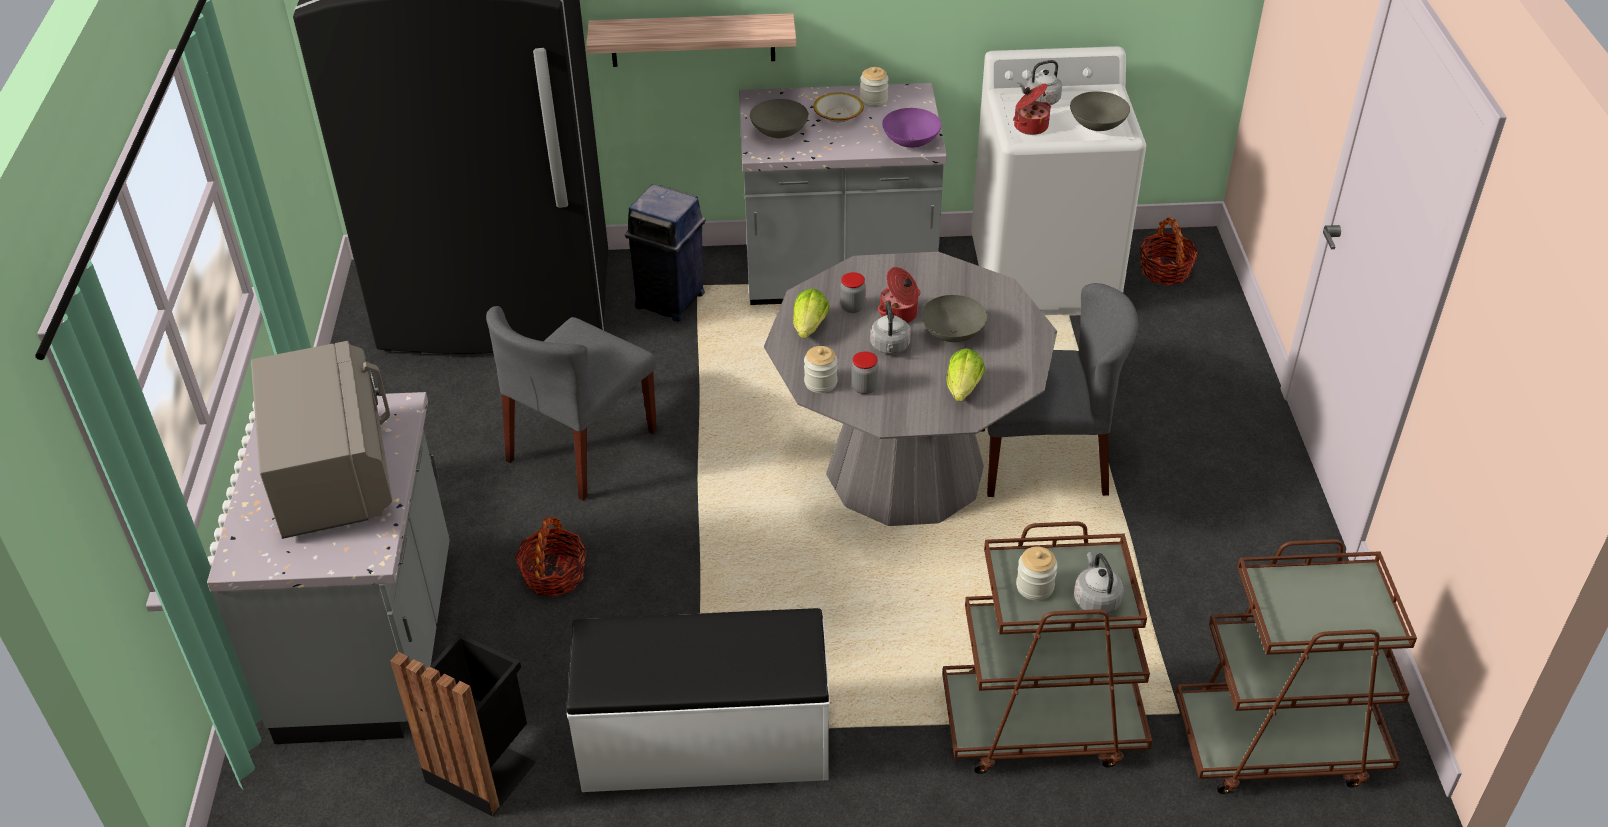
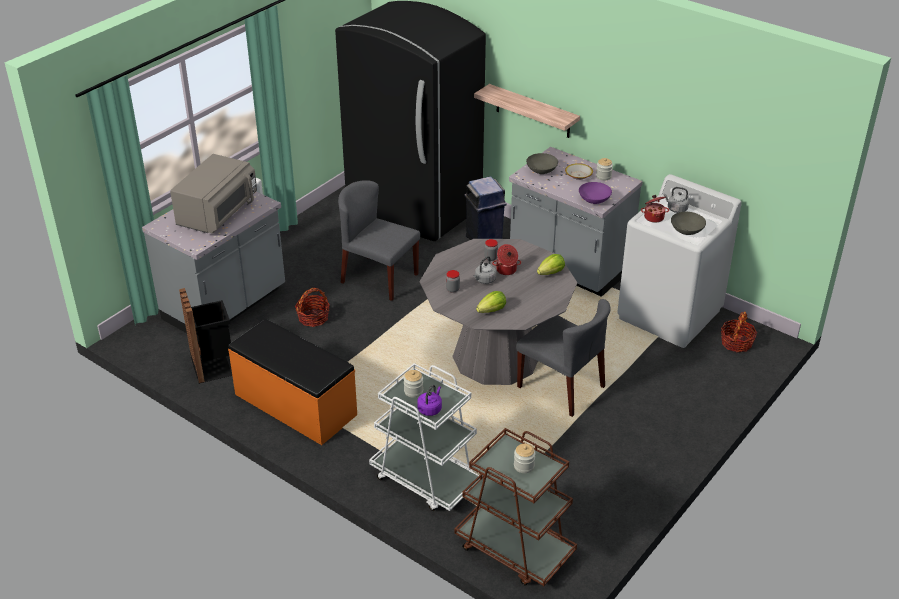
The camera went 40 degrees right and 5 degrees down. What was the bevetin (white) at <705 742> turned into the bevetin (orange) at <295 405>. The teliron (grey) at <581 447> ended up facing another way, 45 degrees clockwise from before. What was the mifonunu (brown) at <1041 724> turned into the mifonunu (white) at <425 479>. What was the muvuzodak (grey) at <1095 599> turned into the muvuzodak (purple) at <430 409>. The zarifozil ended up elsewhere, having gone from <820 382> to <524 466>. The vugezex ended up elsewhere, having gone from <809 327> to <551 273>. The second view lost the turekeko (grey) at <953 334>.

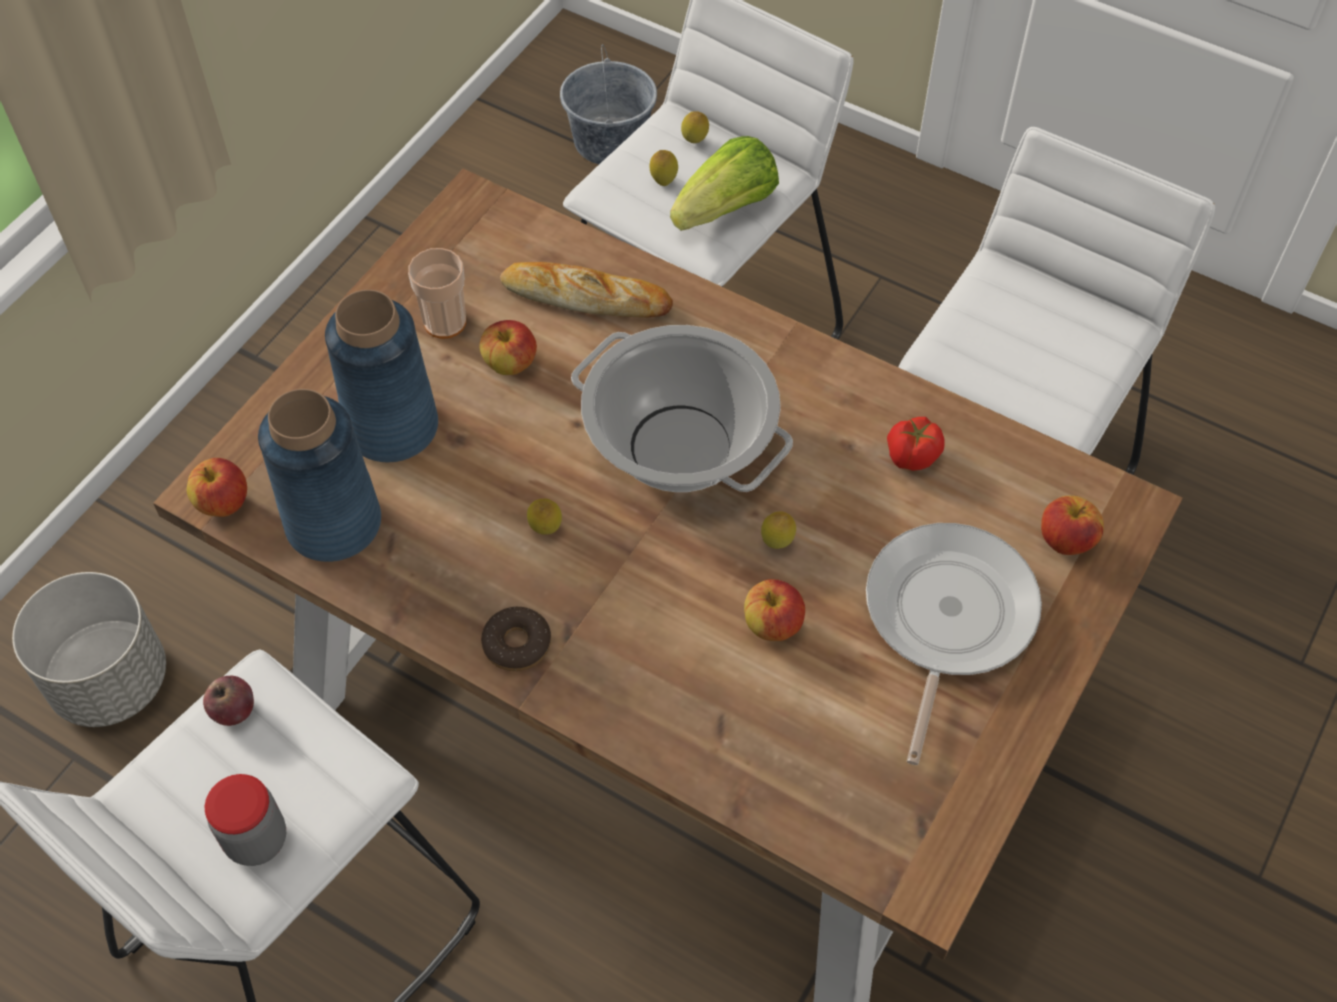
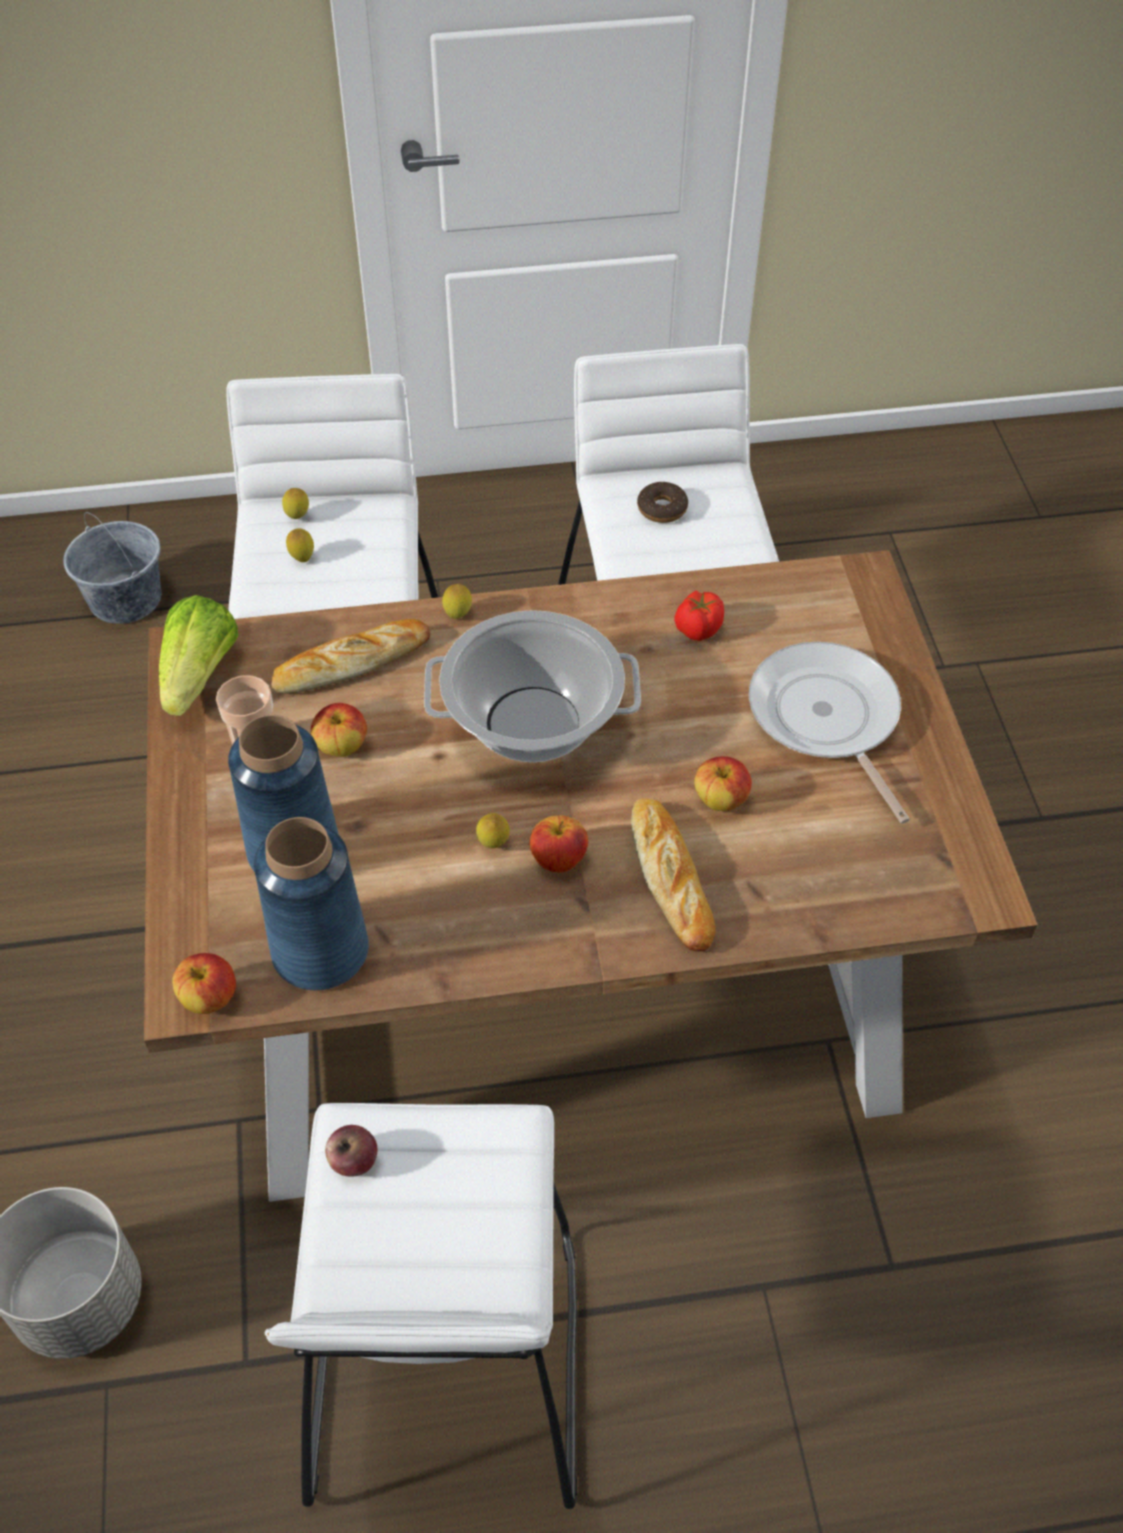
The camera went 40 degrees left and 5 degrees down. The vugezex ended up elsewhere, having gone from <726 209> to <200 676>. The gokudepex ended up elsewhere, having gone from <777 543> to <458 615>. The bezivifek ended up elsewhere, having gone from <1065 541> to <558 859>. The second view gained the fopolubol at <671 878>. The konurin ended up elsewhere, having gone from <517 644> to <662 508>. The second view lost the zarifozil at <256 839>.

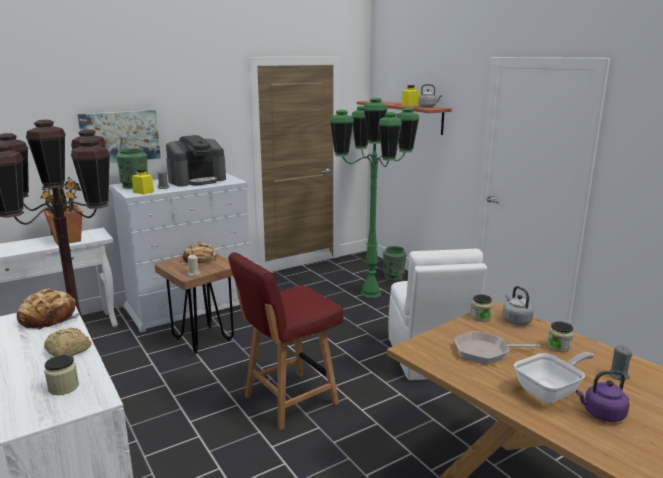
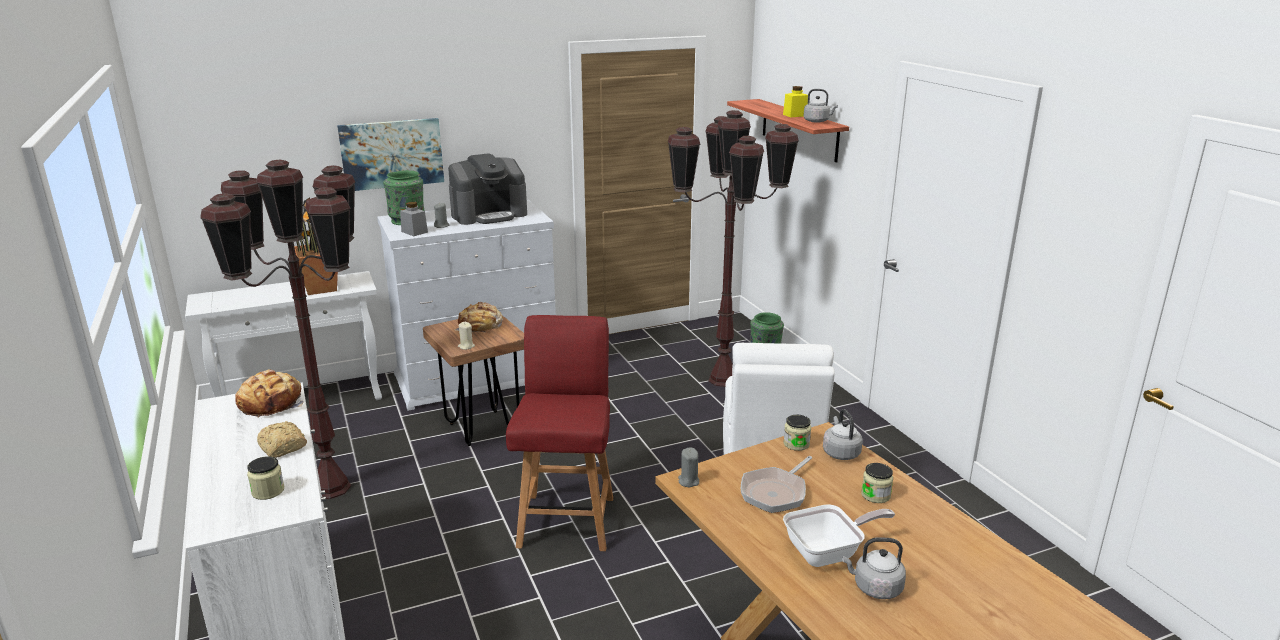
The camera went 10 degrees right and 5 degrees up. What was the zarifozil (yellow) at <143 192> turned into the zarifozil (grey) at <414 232>. The teliron (red) at <289 400> ended up facing another way, 120 degrees clockwise from before. What was the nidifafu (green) at <371 293> turned into the nidifafu (brown) at <723 379>. The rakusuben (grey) ended up elsewhere, having gone from <617 375> to <688 481>. The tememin at <485 352> ended up facing another way, 60 degrees counterclockwise from before. What was the muvuzodak (purple) at <601 414> turned into the muvuzodak (grey) at <875 588>.

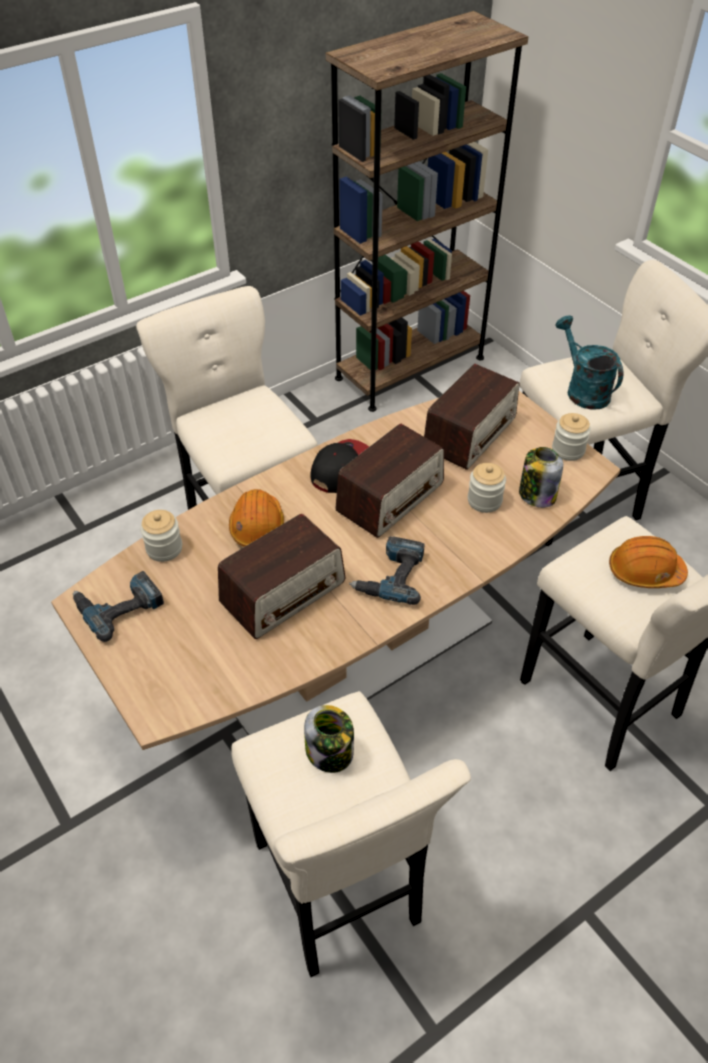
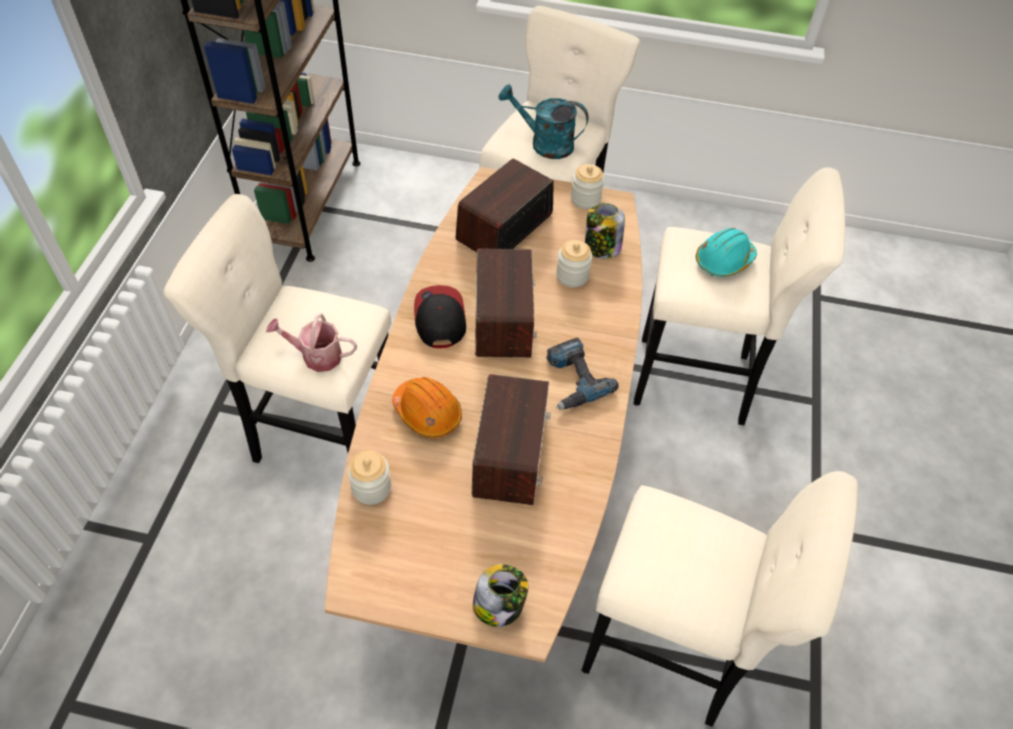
The camera went 45 degrees left and 5 degrees up. The second view gained the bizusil at <316 355>. The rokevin at <470 433> ended up facing another way, 135 degrees counterclockwise from before. The zarifozil ended up elsewhere, having gone from <330 752> to <499 605>. What was the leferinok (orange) at <644 571> turned into the leferinok (turquoise) at <724 260>. The second view lost the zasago at <119 606>.

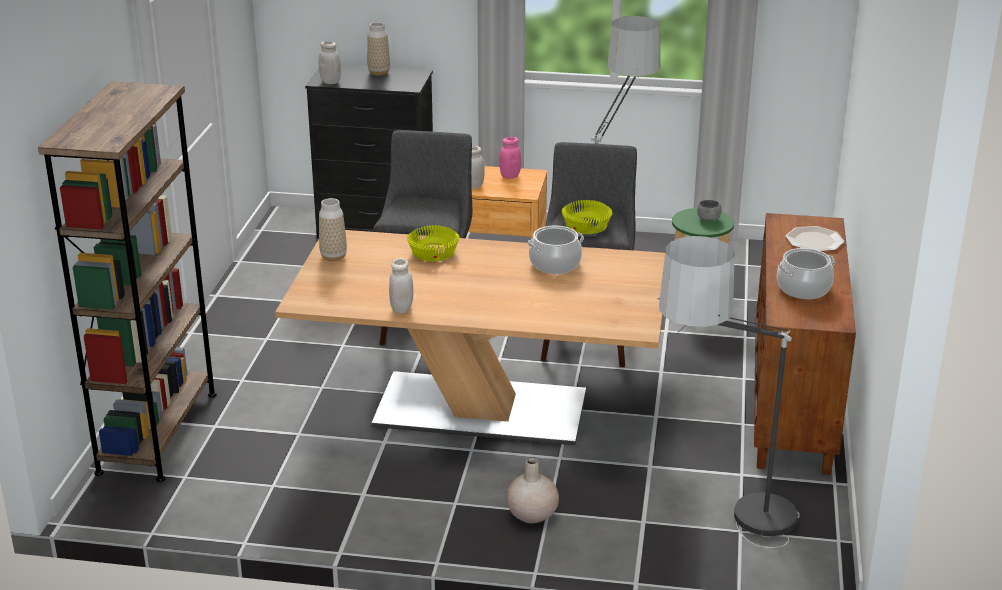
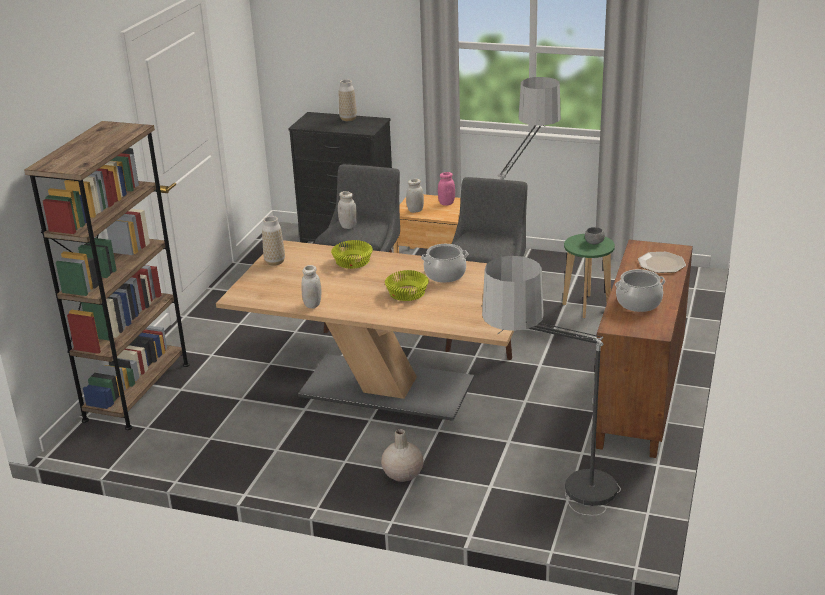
The camera went 10 degrees right and 0 degrees up. The zarifozil (white) ended up elsewhere, having gone from <330 82> to <348 226>. The turekeko (yellow) ended up elsewhere, having gone from <585 226> to <406 293>.

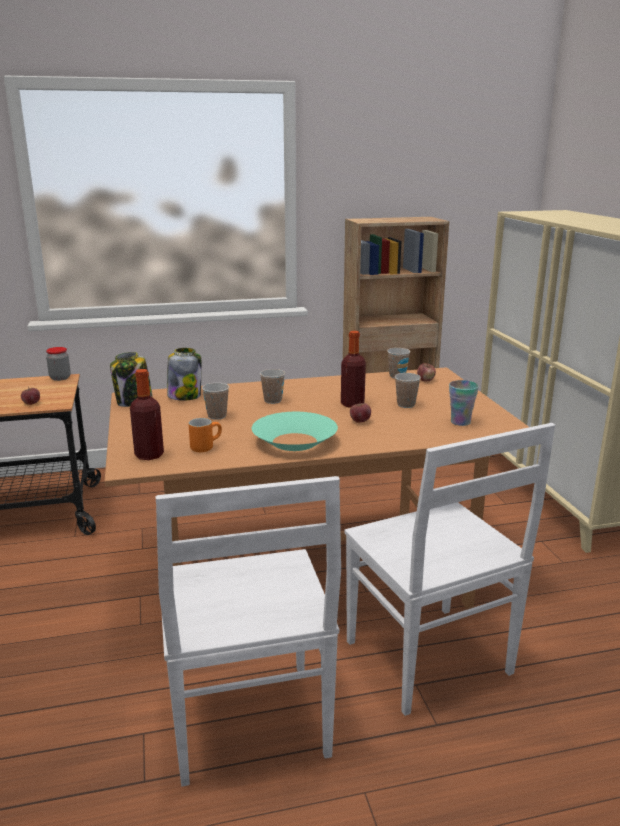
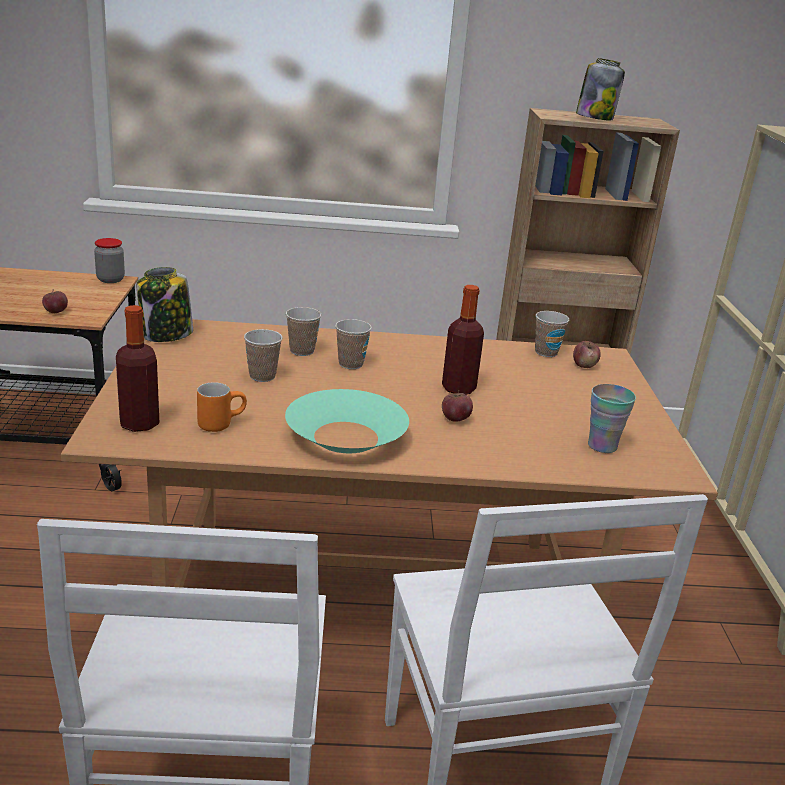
The camera went 10 degrees right and 5 degrees up. The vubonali ended up elsewhere, having gone from <406 405> to <302 351>. The zarifozil ended up elsewhere, having gone from <185 396> to <594 118>.

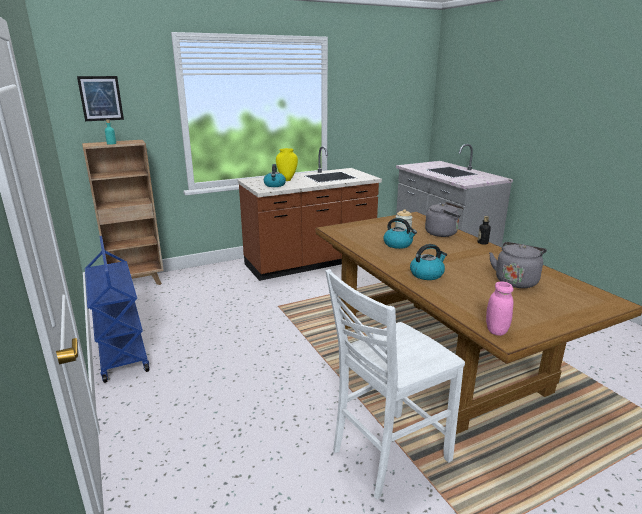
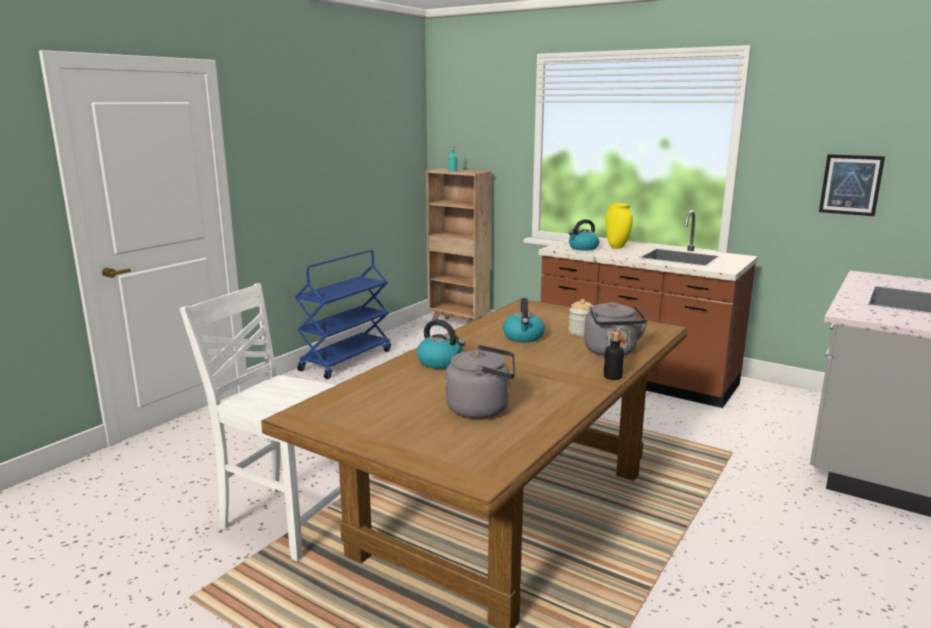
The camera went 60 degrees right and 5 degrees down. The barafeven ended up elsewhere, having gone from <101 98> to <851 185>. The second view lost the zarifozil (pink) at <496 330>.

